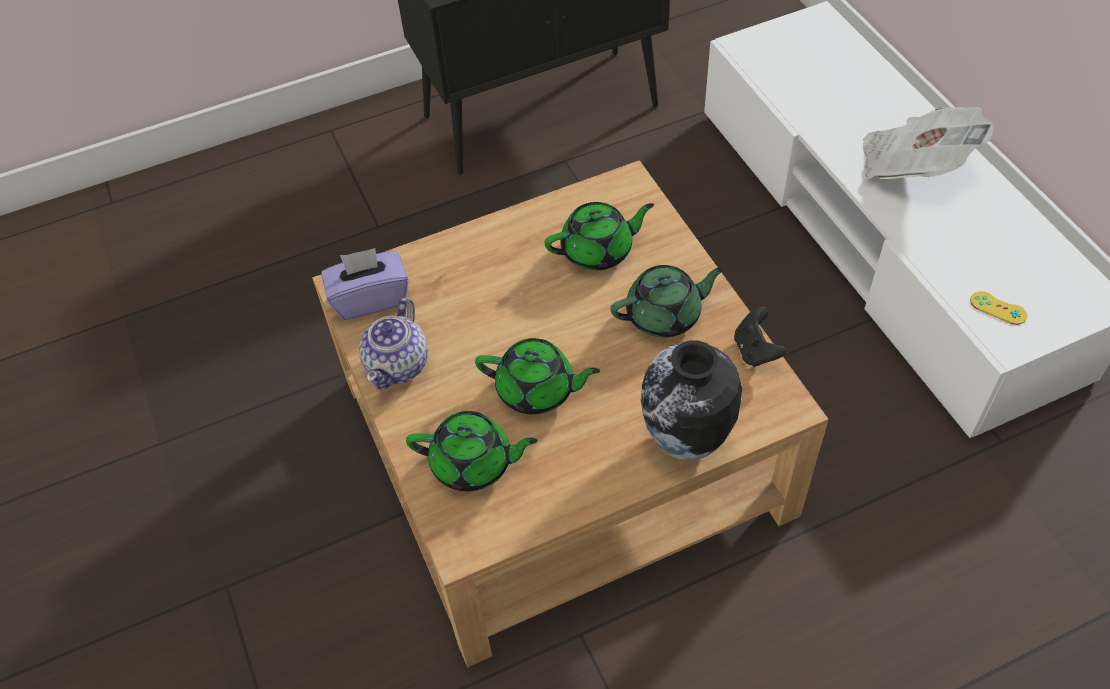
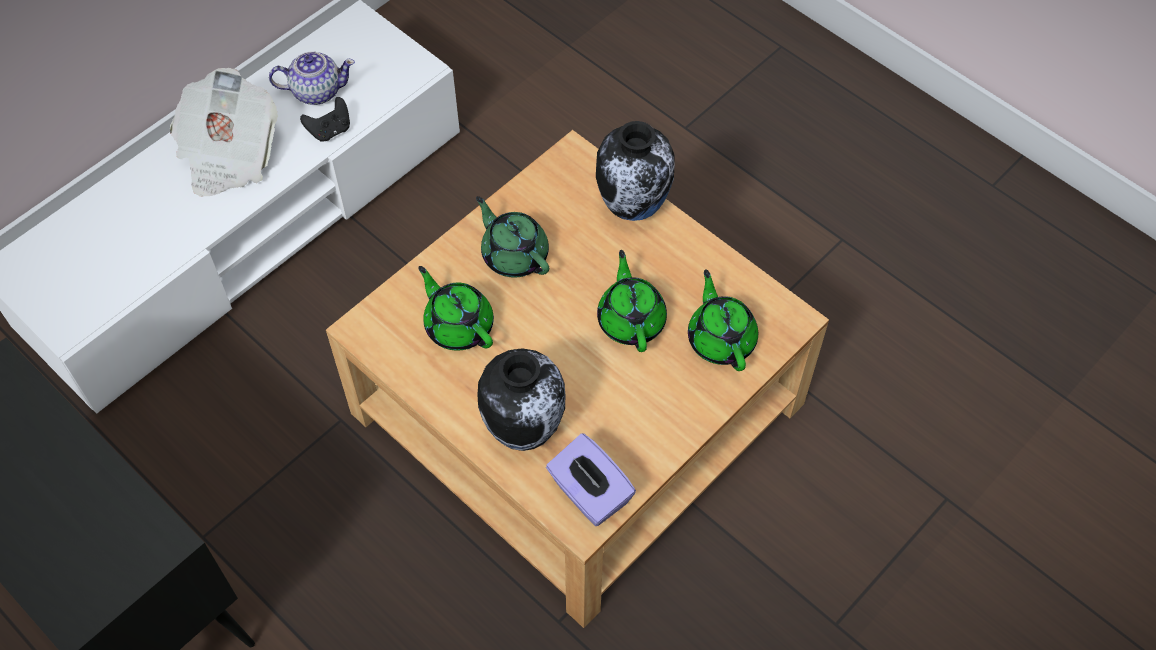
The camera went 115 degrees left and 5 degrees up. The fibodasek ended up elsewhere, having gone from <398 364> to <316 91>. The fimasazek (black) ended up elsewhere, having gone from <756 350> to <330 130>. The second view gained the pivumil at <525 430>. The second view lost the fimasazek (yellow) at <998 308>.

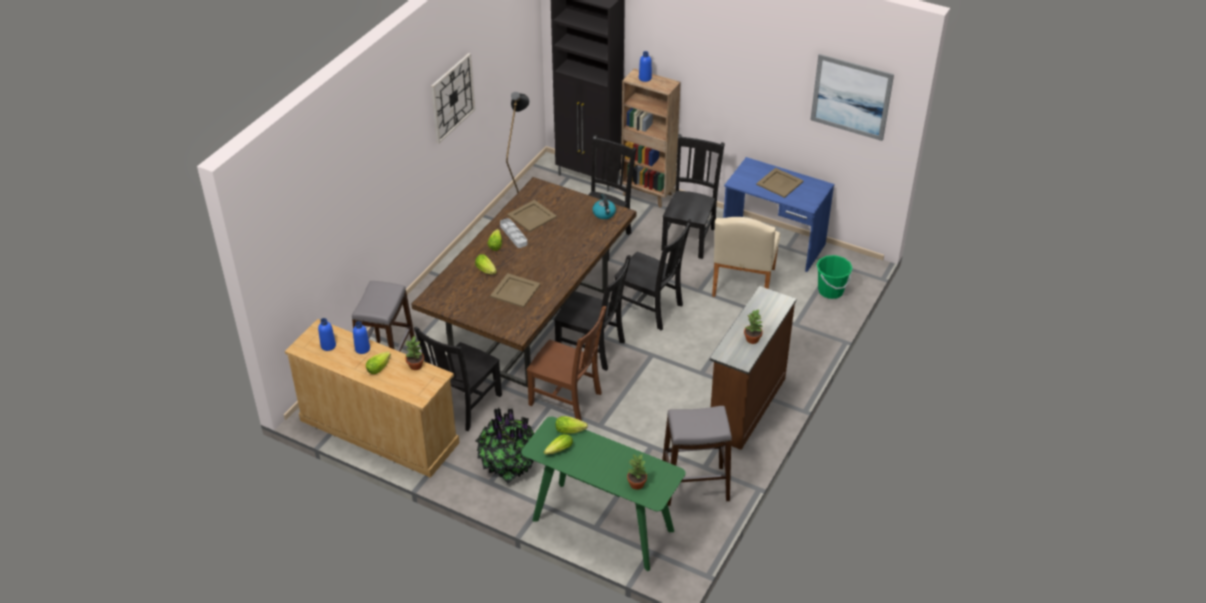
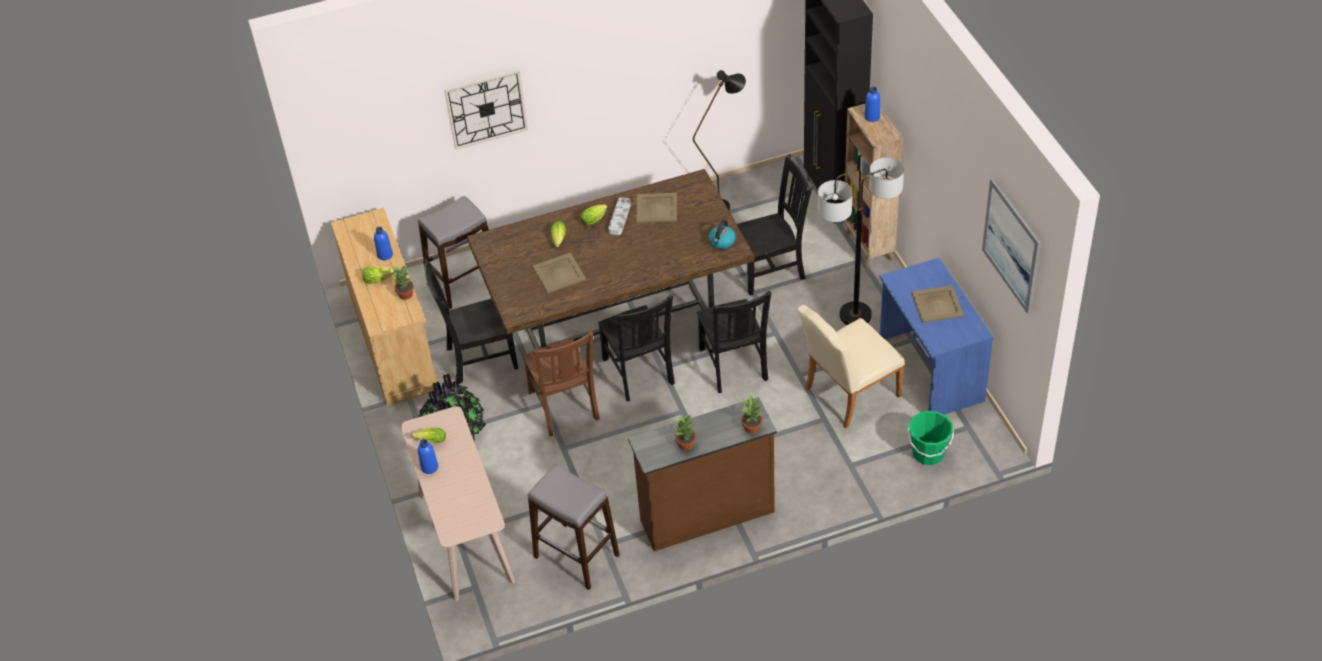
The camera went 45 degrees right and 5 degrees up. What was the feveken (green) at <602 525> turned into the feveken (beige) at <465 537>. The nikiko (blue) ended up elsewhere, having gone from <328 346> to <429 467>. The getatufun ended up elsewhere, having gone from <452 97> to <486 108>. The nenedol ended up elsewhere, having gone from <637 483> to <752 427>. Where the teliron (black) stood at <689 237>, the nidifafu came to stand at <855 315>. The second view lost the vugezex at <571 430>.

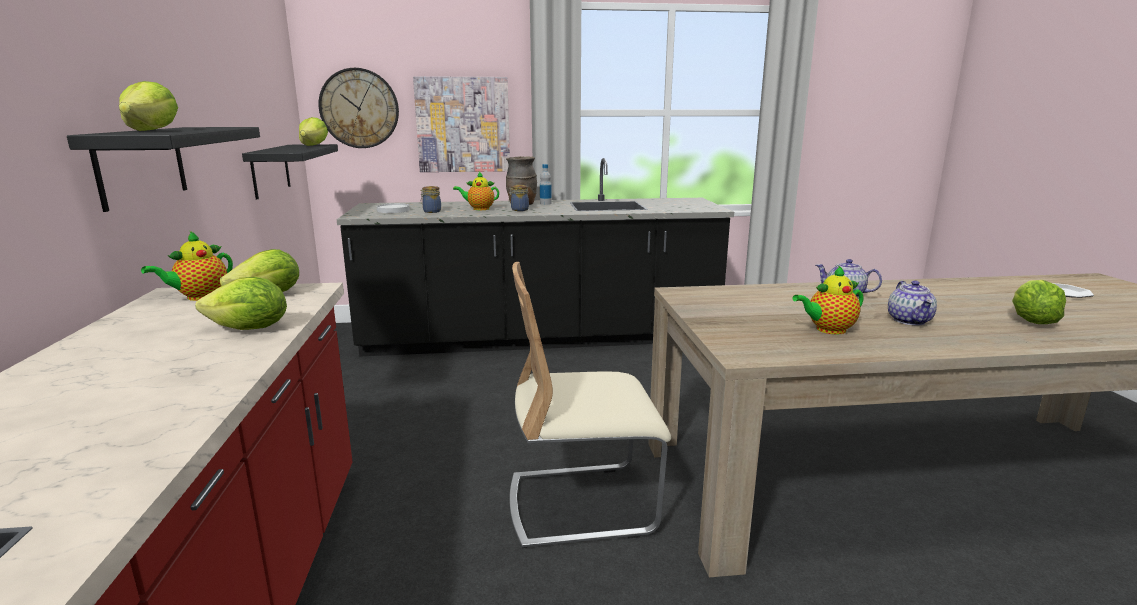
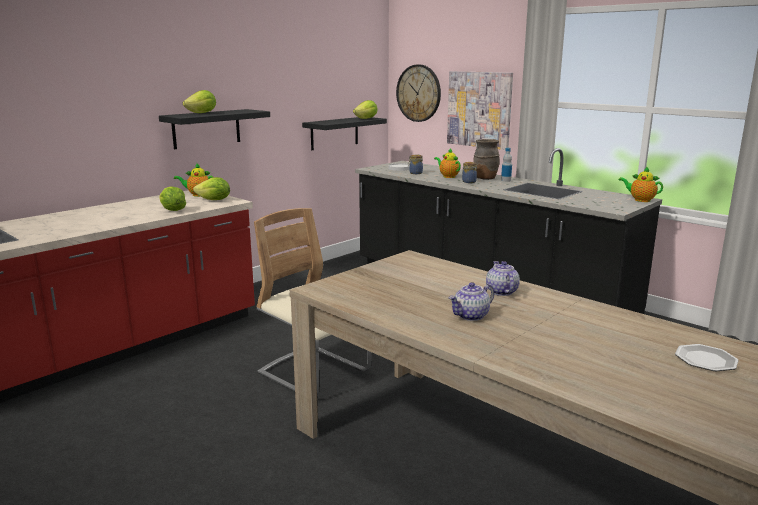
The camera went 50 degrees right and 0 degrees up. The fibodasek ended up elsewhere, having gone from <828 330> to <640 200>. The second view lost the vugezex at <1031 321>.

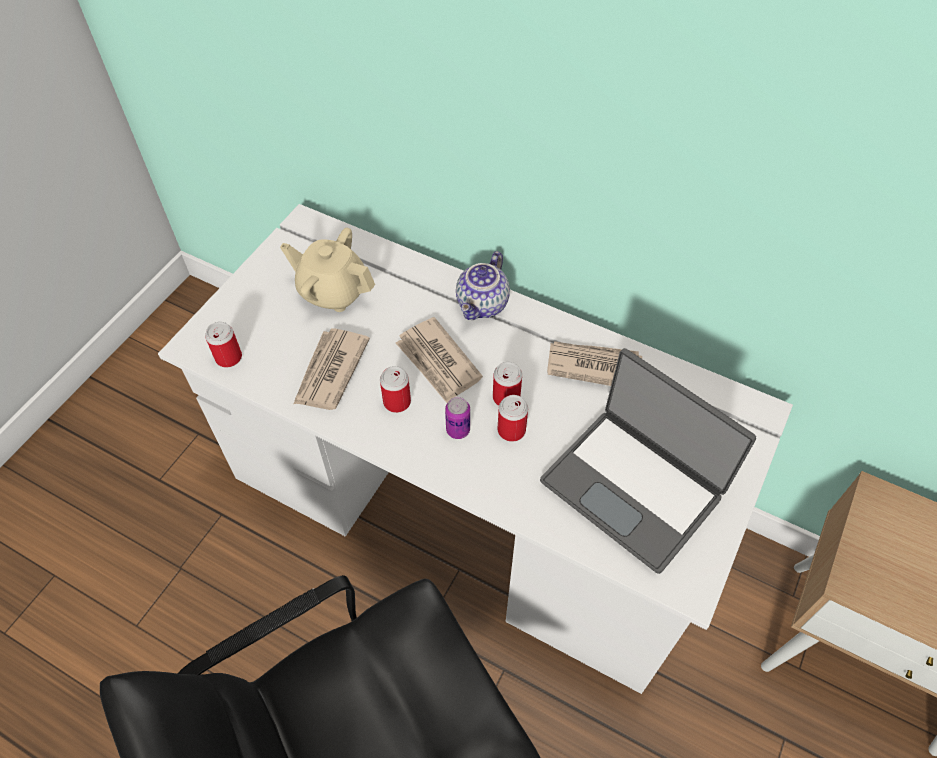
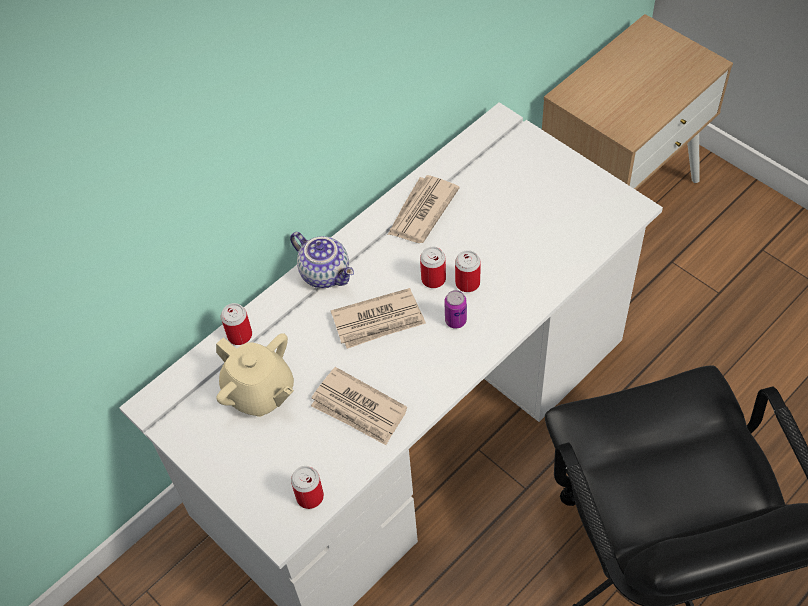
The camera went 70 degrees left and 0 degrees up. The fibodasek (beige) at <333 291> ended up facing another way, 90 degrees counterclockwise from before. The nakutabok ended up elsewhere, having gone from <397 402> to <240 335>. The second view lost the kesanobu at <633 487>.

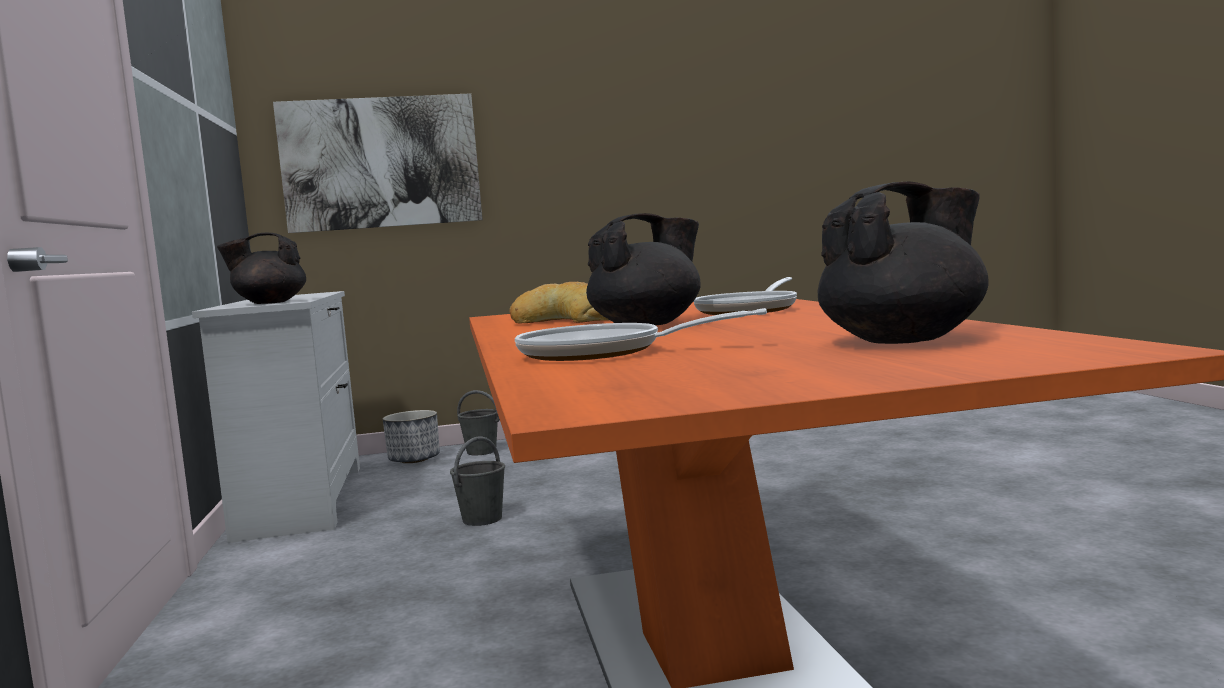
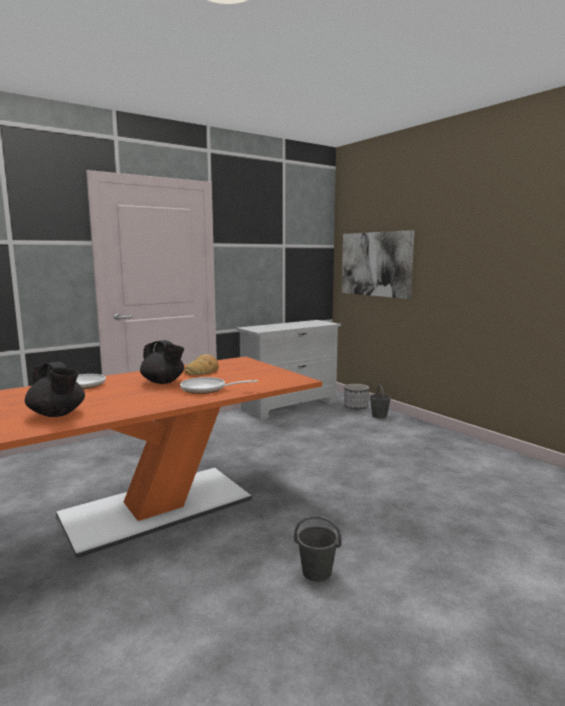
The camera went 65 degrees right and 5 degrees up. The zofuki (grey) ended up elsewhere, having gone from <483 519> to <317 572>. The second view lost the fibodasek (black) at <269 303>.

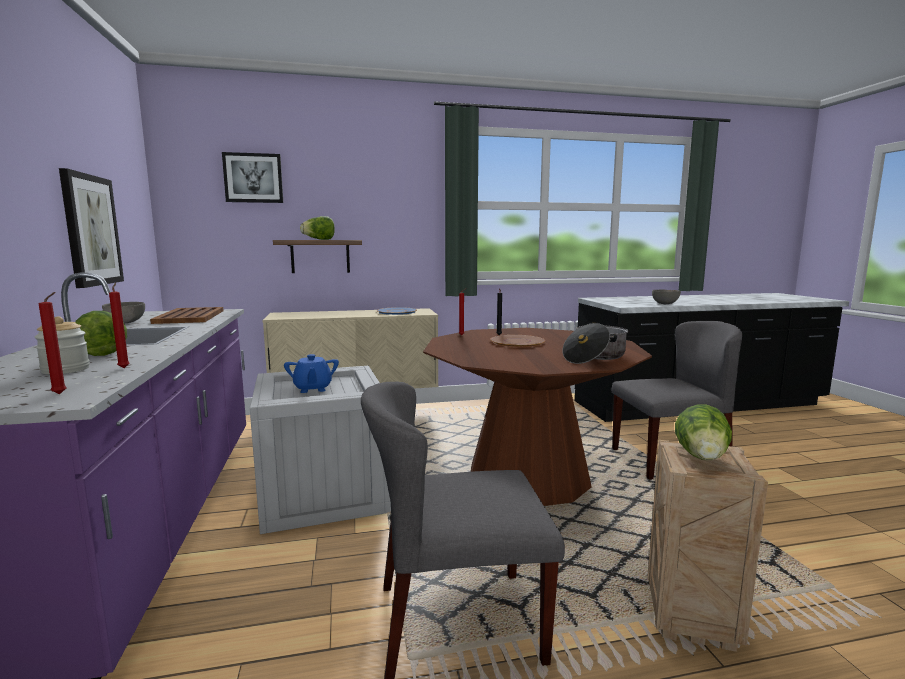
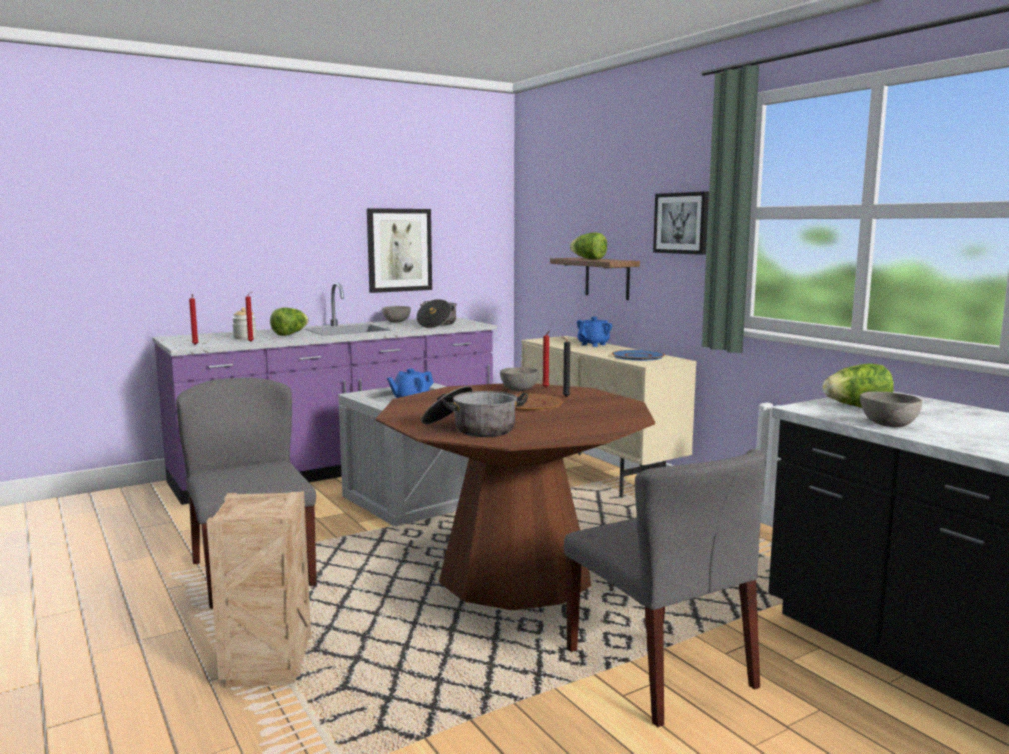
The camera went 70 degrees right and 0 degrees up. Where the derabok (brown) stood at <190 316>, the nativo came to stand at <436 324>. The second view gained the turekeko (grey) at <519 390>. The second view gained the fibodasek (blue) at <593 344>. The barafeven ended up elsewhere, having gone from <253 178> to <681 223>. The vugezex ended up elsewhere, having gone from <702 458> to <857 408>.

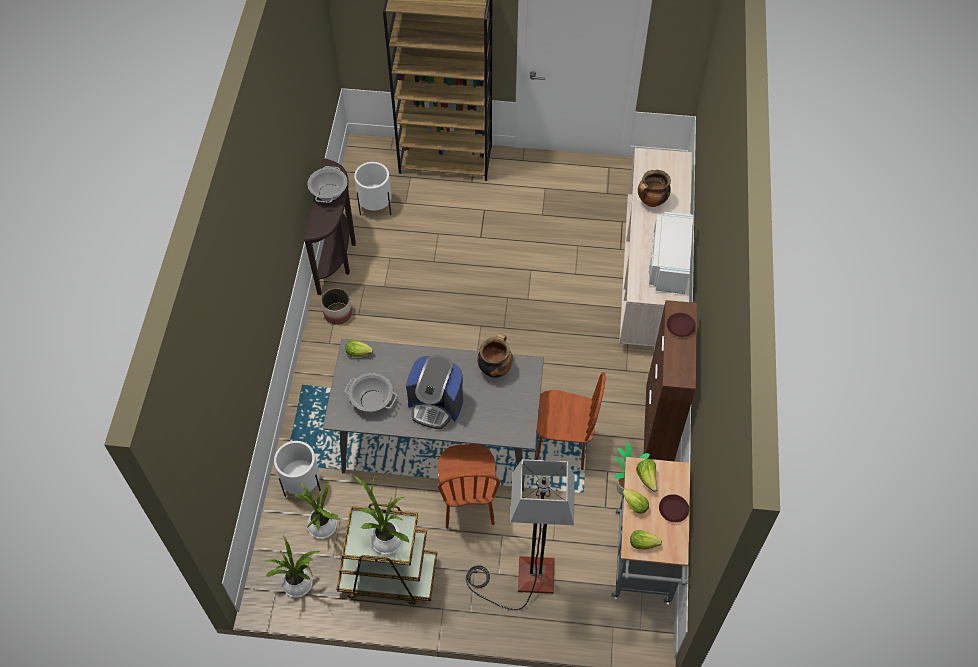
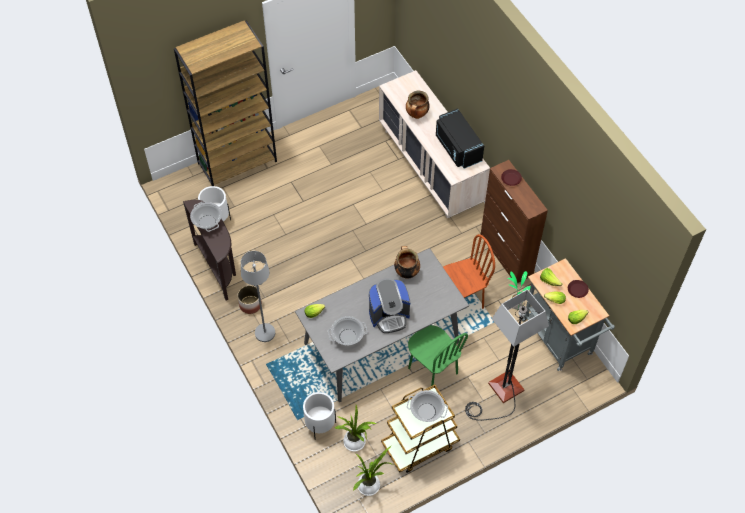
The camera went 35 degrees left and 0 degrees up. The second view gained the nidifafu (grey) at <264 333>. Where the nenedol stood at <385 538>, the nativo came to stand at <427 411>. What was the teliron (brown) at <468 504> turned into the teliron (green) at <432 371>. What was the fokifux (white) at <668 263> turned into the fokifux (black) at <457 148>.

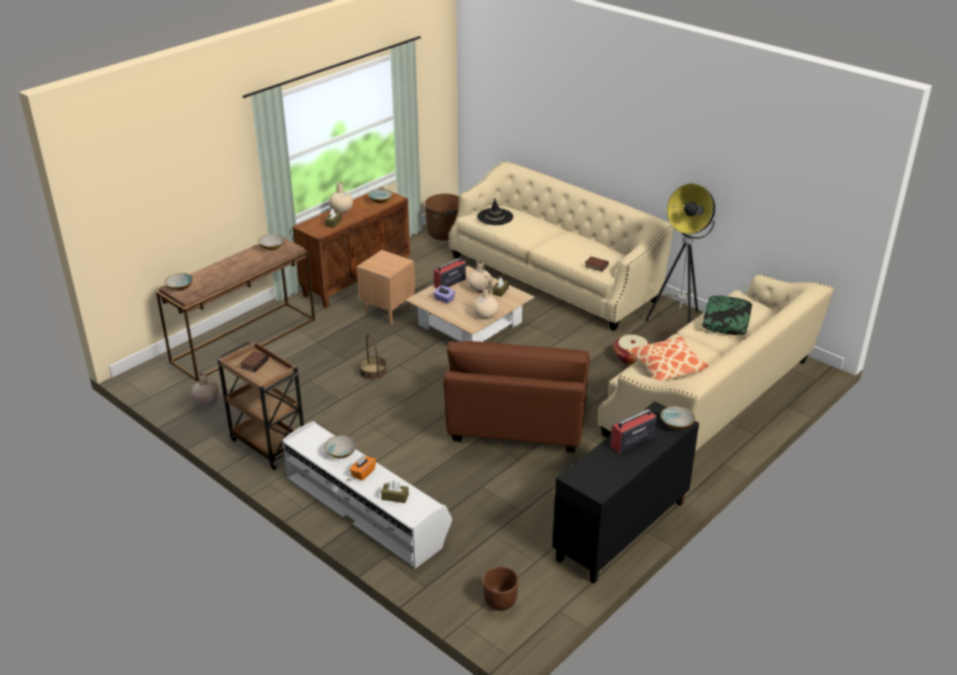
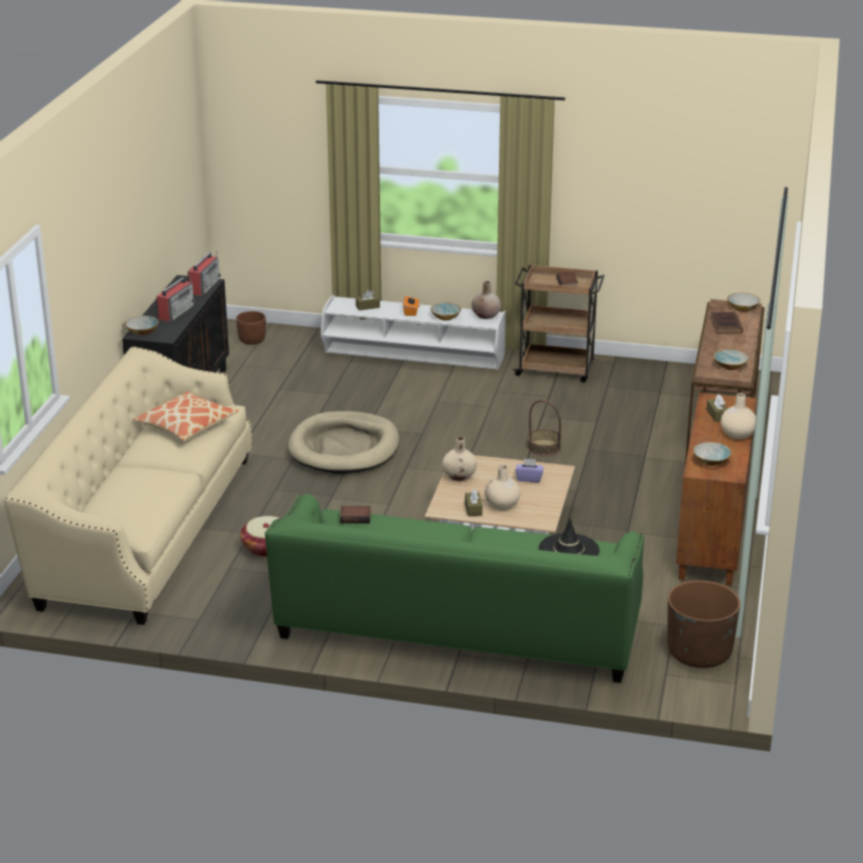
The camera went 150 degrees right and 5 degrees down. The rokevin ended up elsewhere, having gone from <449 283> to <205 286>. What was the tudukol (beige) at <554 277> turned into the tudukol (green) at <458 629>. Where the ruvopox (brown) stood at <517 422>, the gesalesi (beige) came to stand at <344 448>. The pivumil (beige) ended up elsewhere, having gone from <206 401> to <486 315>. The second view gained the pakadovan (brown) at <726 326>. The second view lost the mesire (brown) at <388 311>. The second view lost the nidifafu at <678 324>. The second view lost the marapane at <726 321>.

